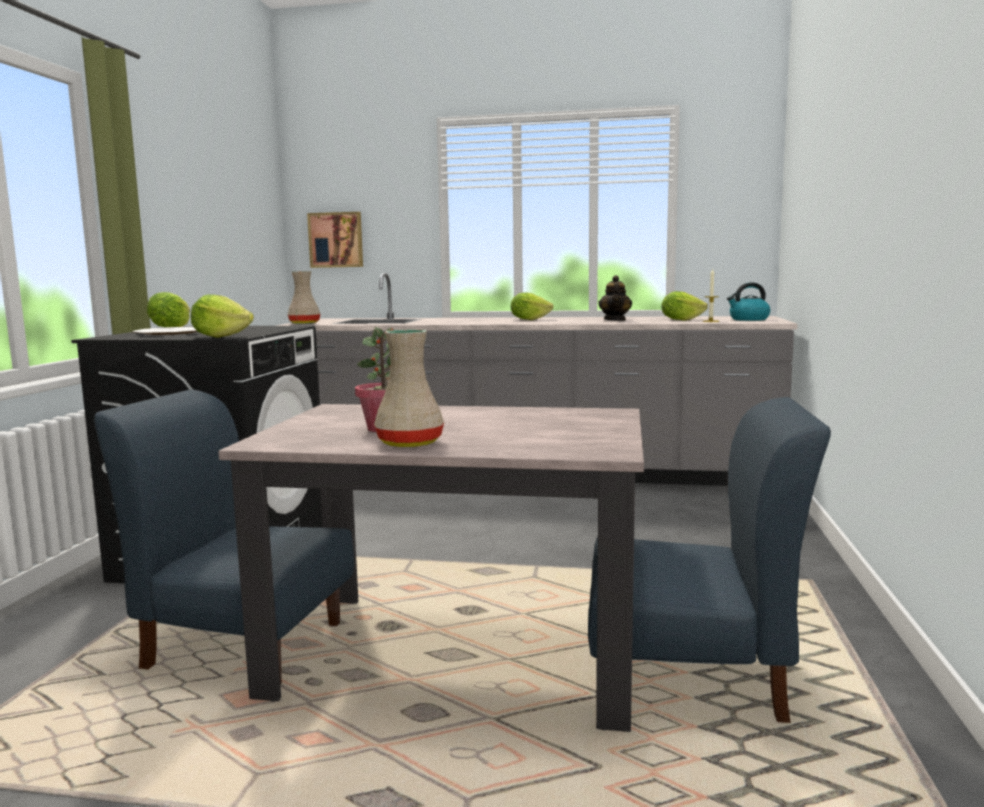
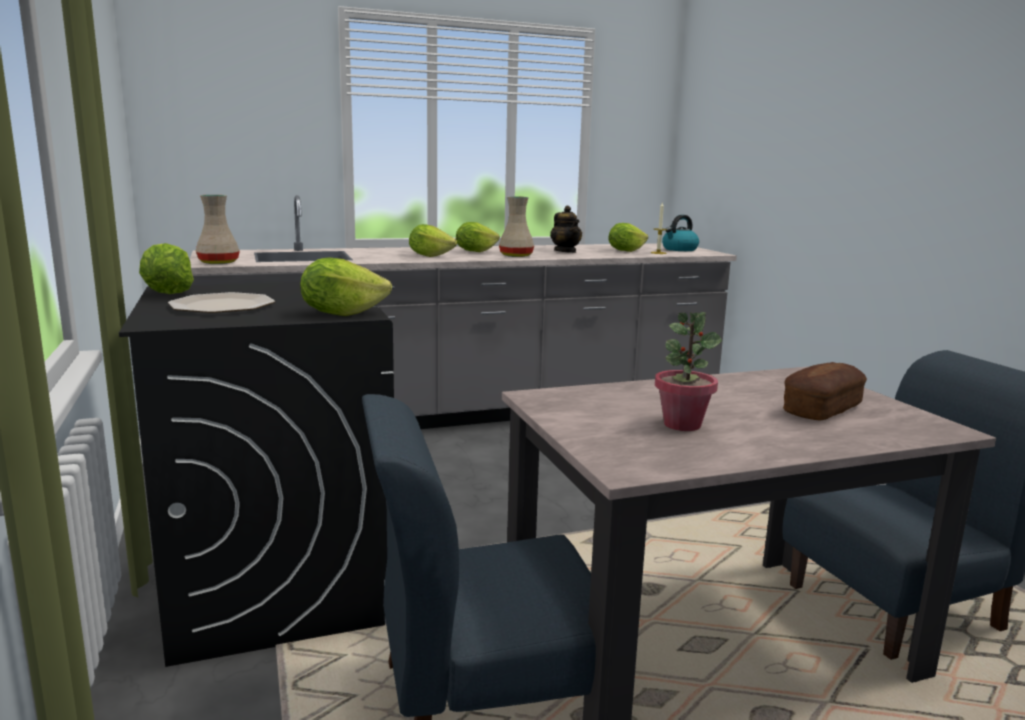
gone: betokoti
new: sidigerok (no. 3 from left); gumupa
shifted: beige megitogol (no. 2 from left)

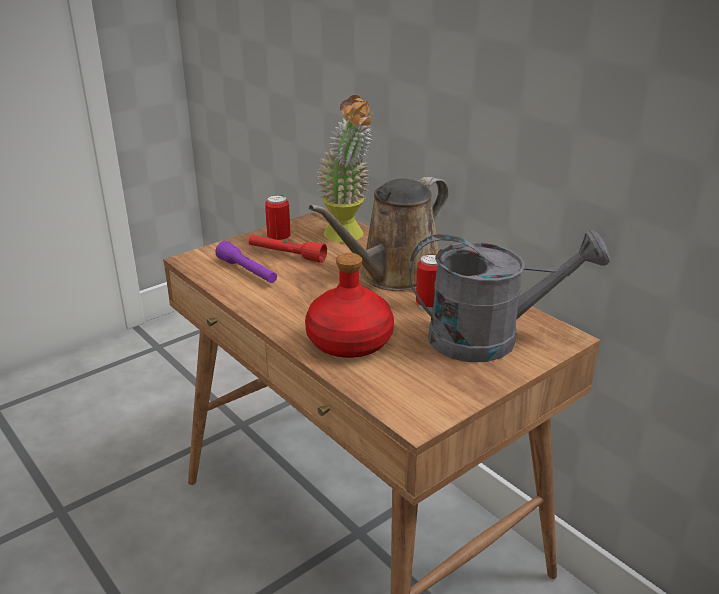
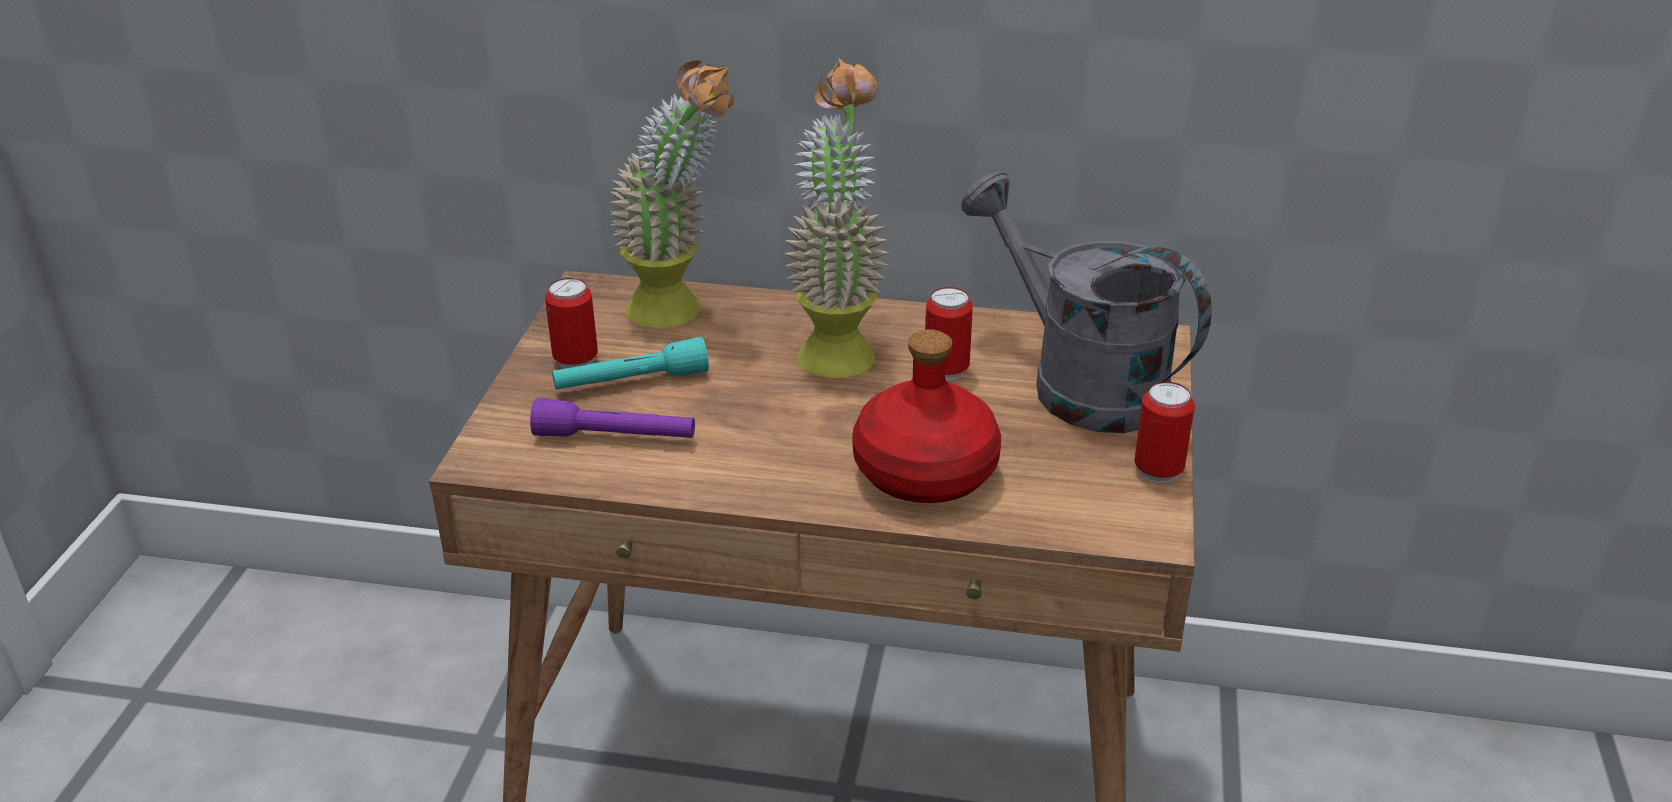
new: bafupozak (no. 3 from left)
swapped: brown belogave to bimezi (no. 2 from left)
repainted: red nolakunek to turquoise nolakunek
rotated: grey belogave 90 degrees counterclockwise

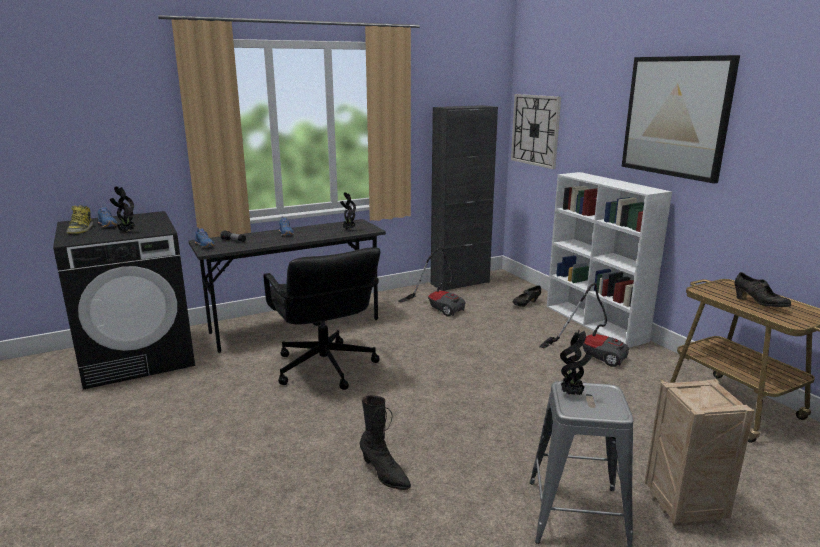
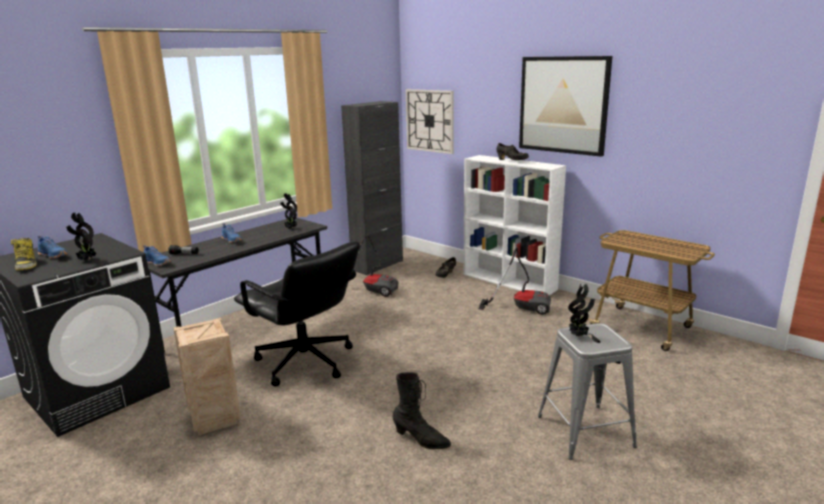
shifted: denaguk; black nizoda (no. 2 from left)

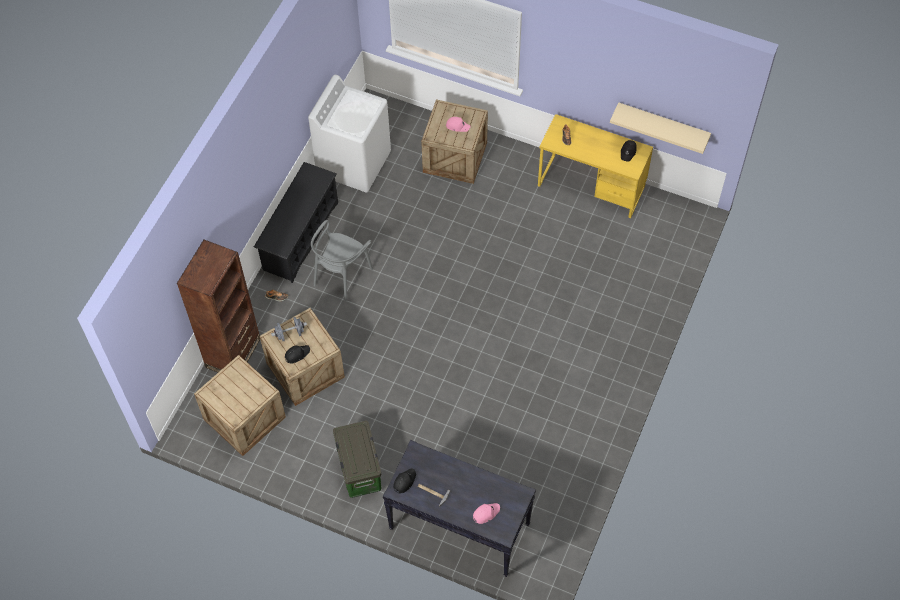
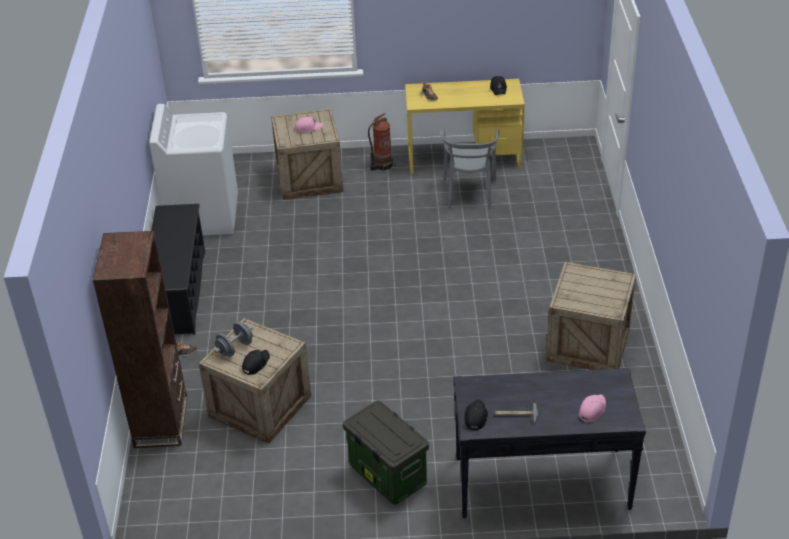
gone: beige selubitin
new: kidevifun
shifted: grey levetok; denaguk (no. 1 from left in the first image) to denaguk (no. 3 from left)

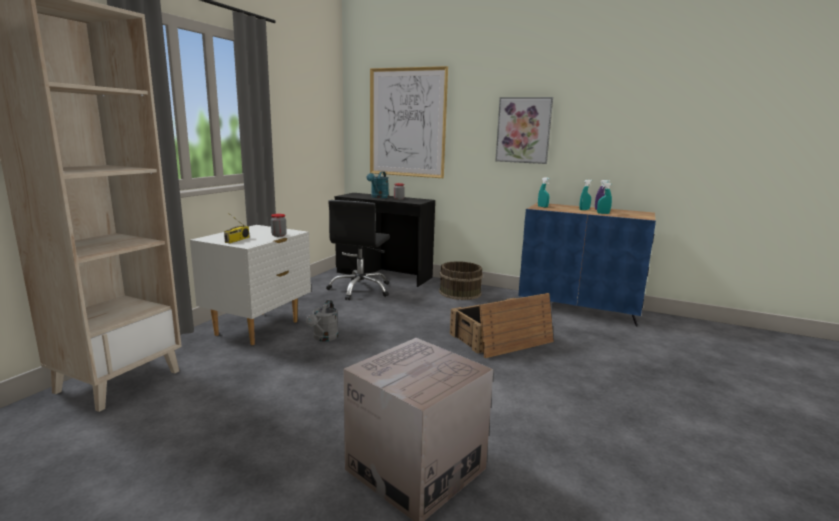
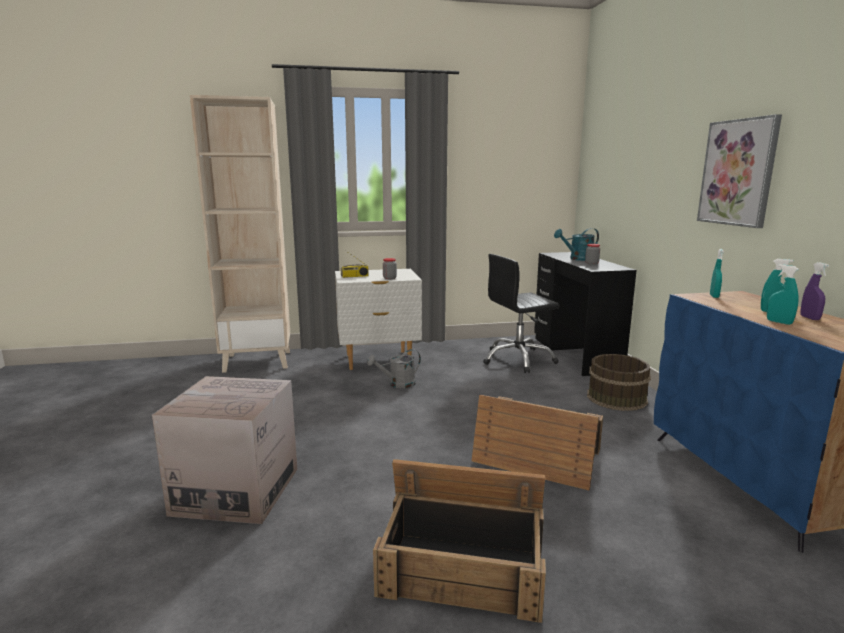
gone: betokoti (no. 1 from left)
new: denaguk (no. 1 from left)

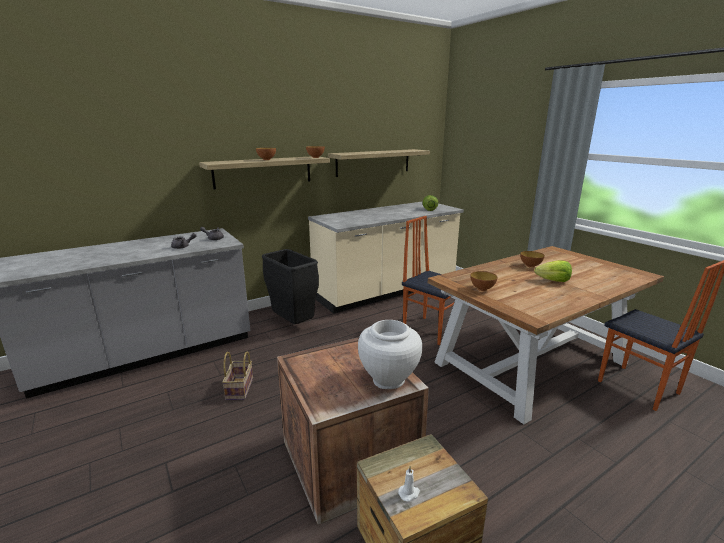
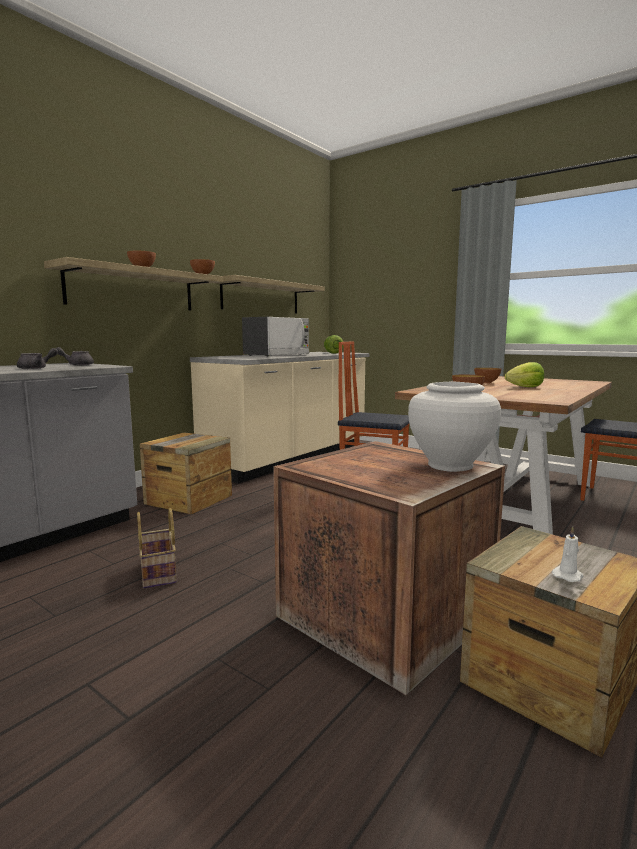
new: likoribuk
swapped: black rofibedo to denaguk (no. 1 from left)

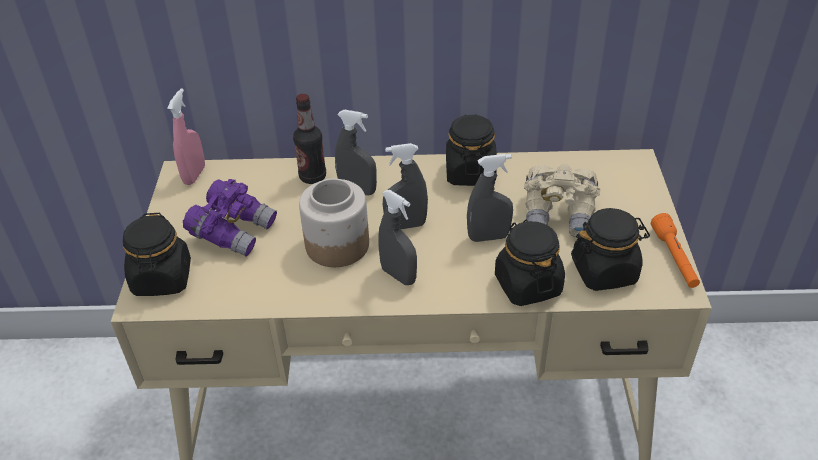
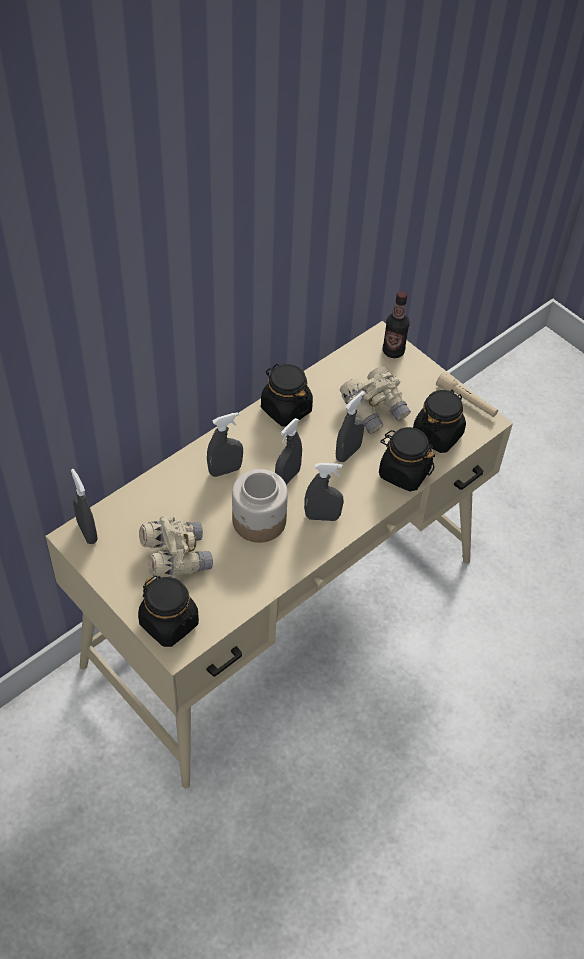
shifted: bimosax
repainted: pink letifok to grey letifok (no. 1 from left); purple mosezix to beige mosezix (no. 1 from left); orange nolakunek to beige nolakunek

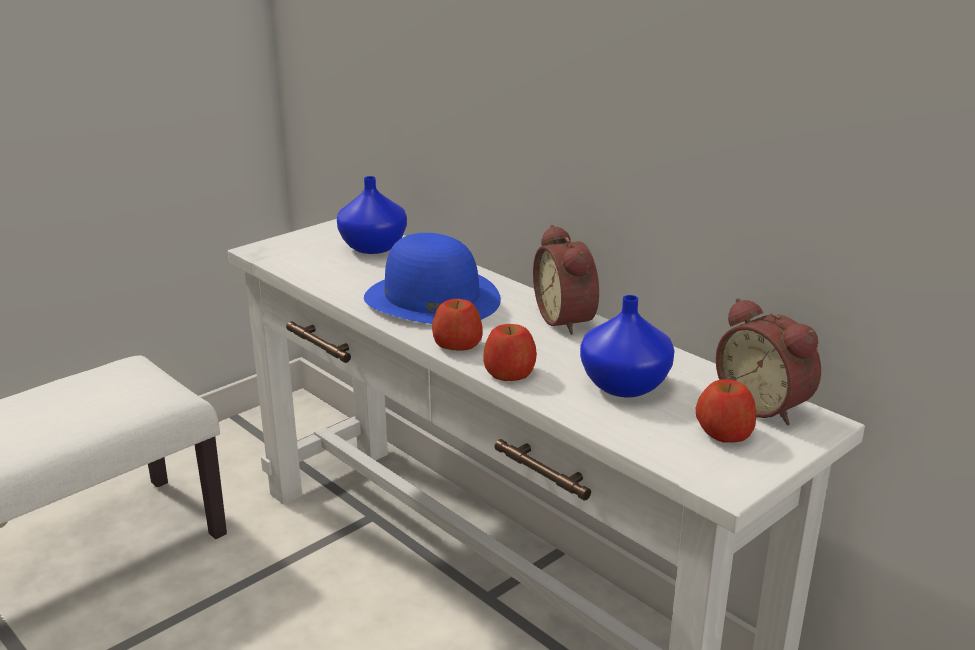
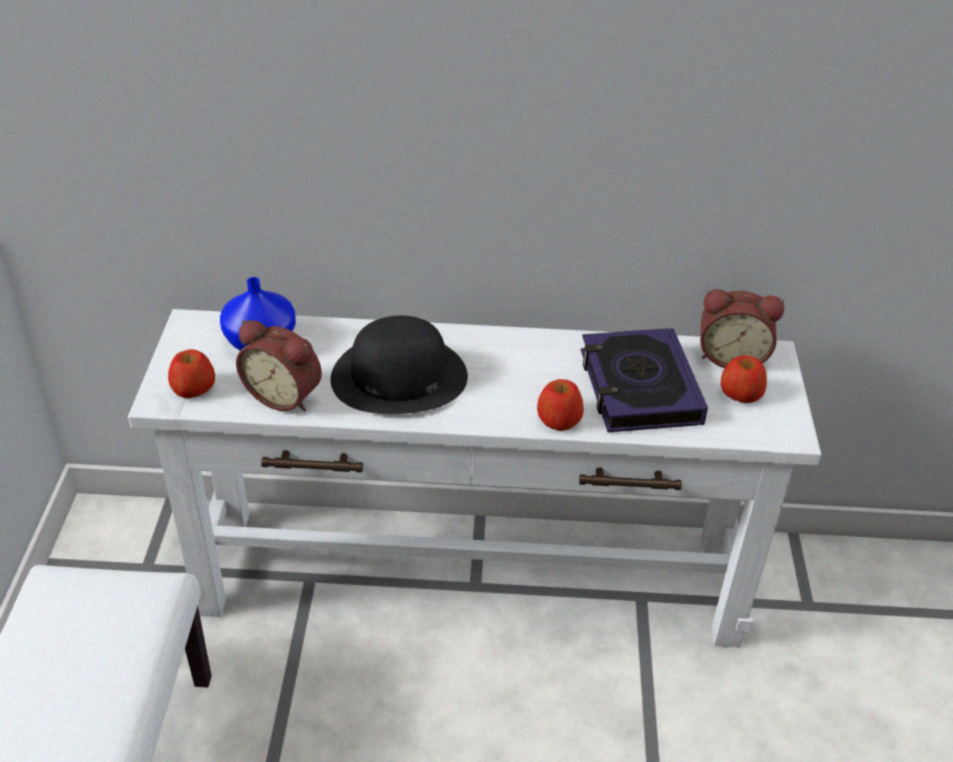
shifted: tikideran (no. 1 from left); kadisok (no. 1 from left)
swapped: blue megitogol (no. 2 from left) to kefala
repainted: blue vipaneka to black vipaneka

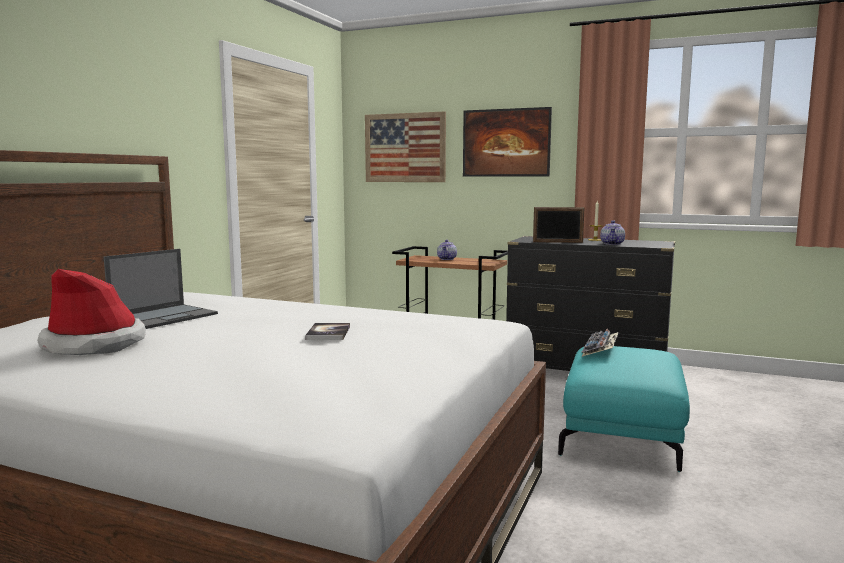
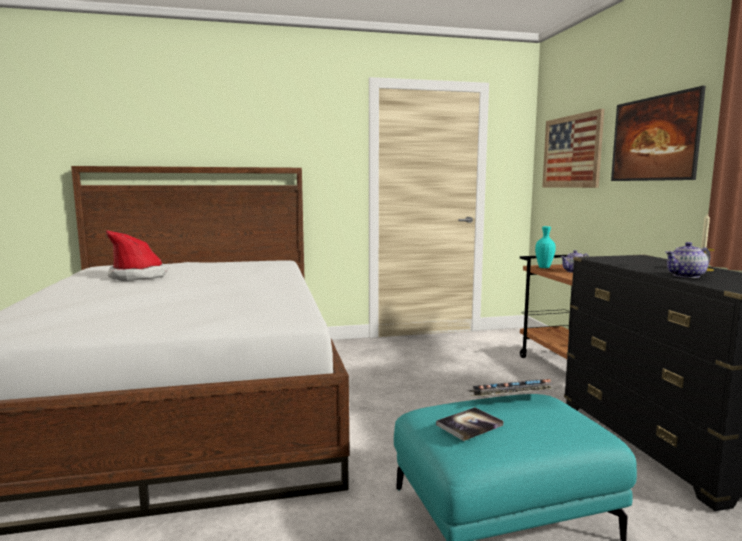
gone: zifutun; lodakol
new: turquoise megitogol
shifted: kefala

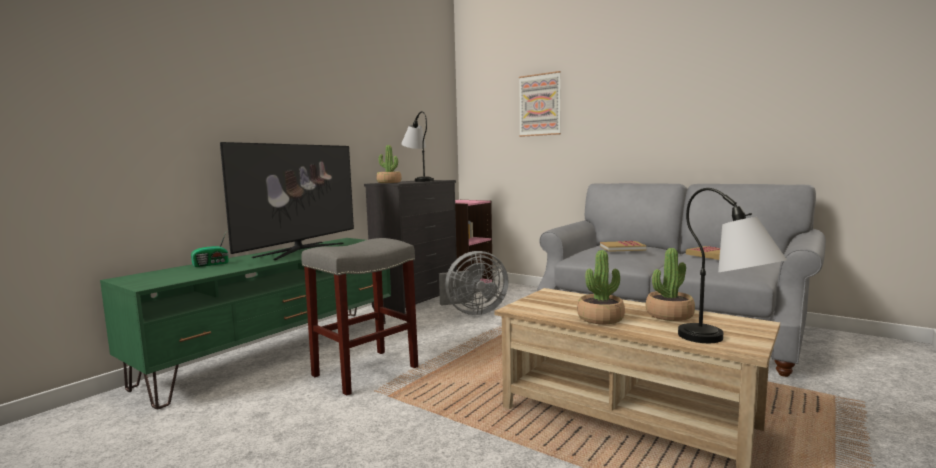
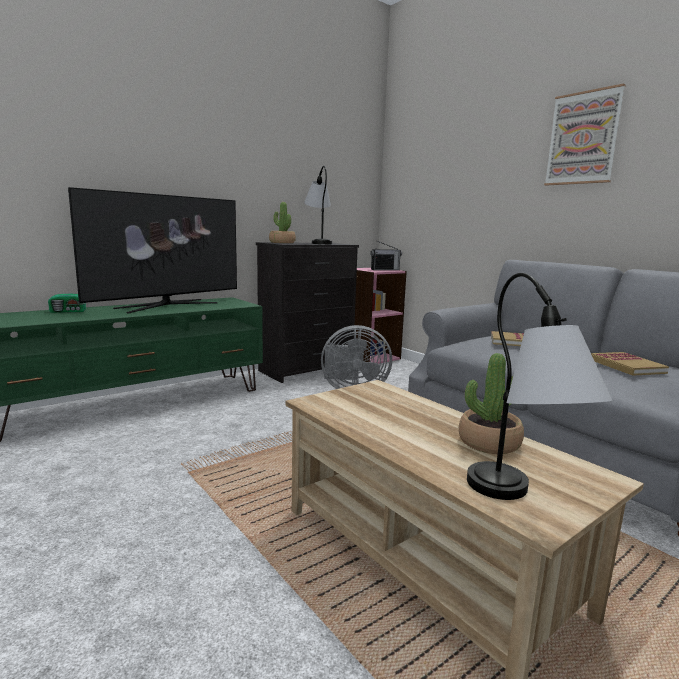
gone: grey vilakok; bimezi (no. 2 from left)
new: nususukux (no. 2 from left)
shifted: betokoti

